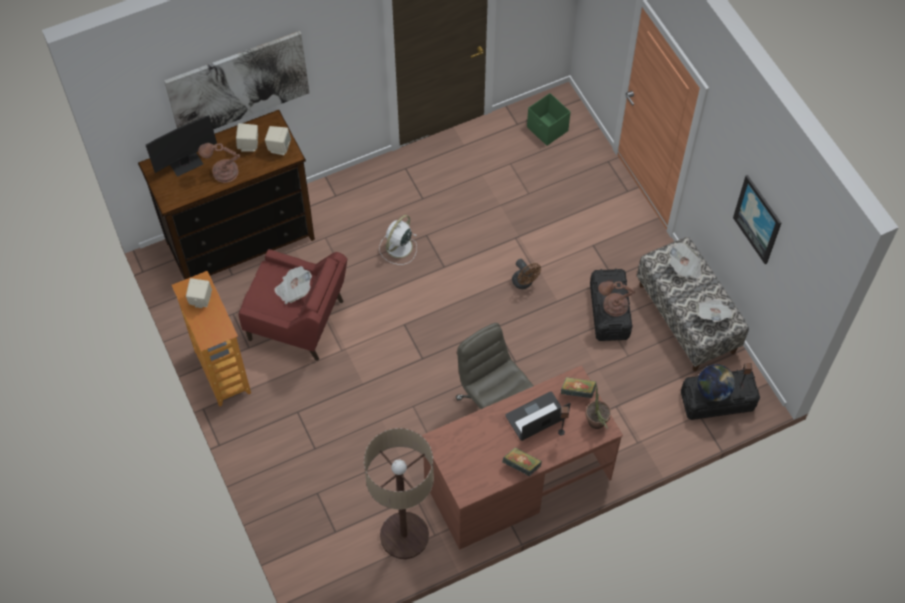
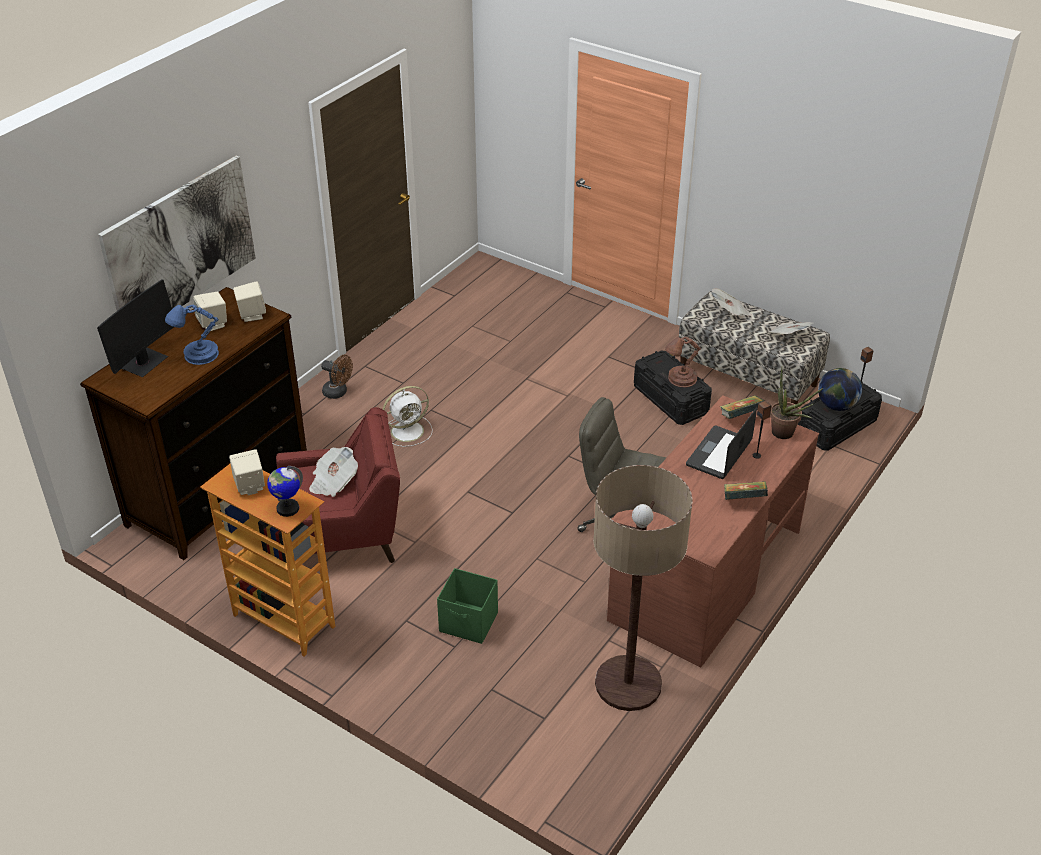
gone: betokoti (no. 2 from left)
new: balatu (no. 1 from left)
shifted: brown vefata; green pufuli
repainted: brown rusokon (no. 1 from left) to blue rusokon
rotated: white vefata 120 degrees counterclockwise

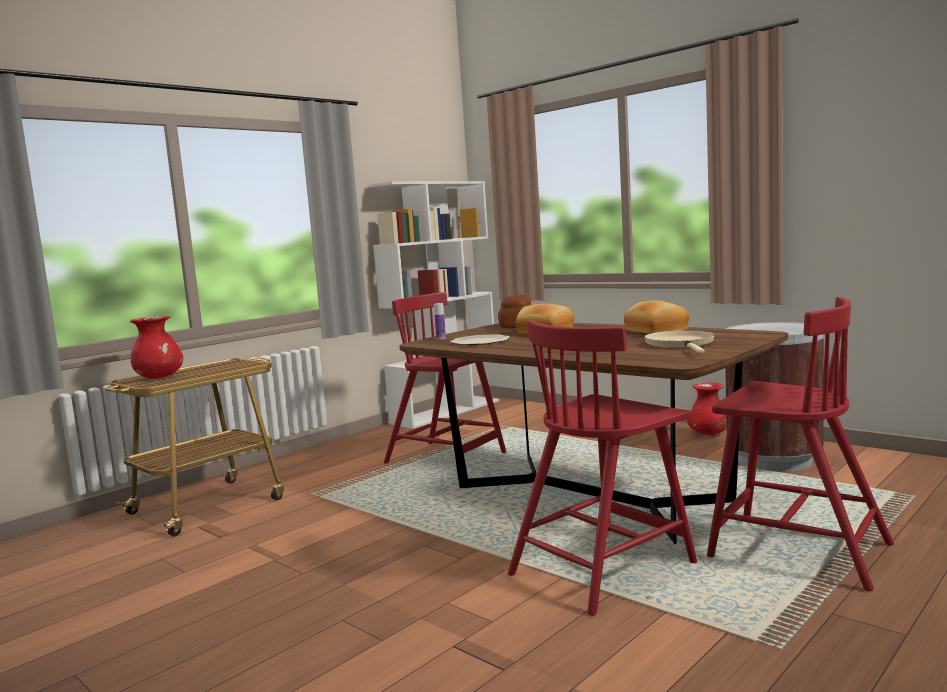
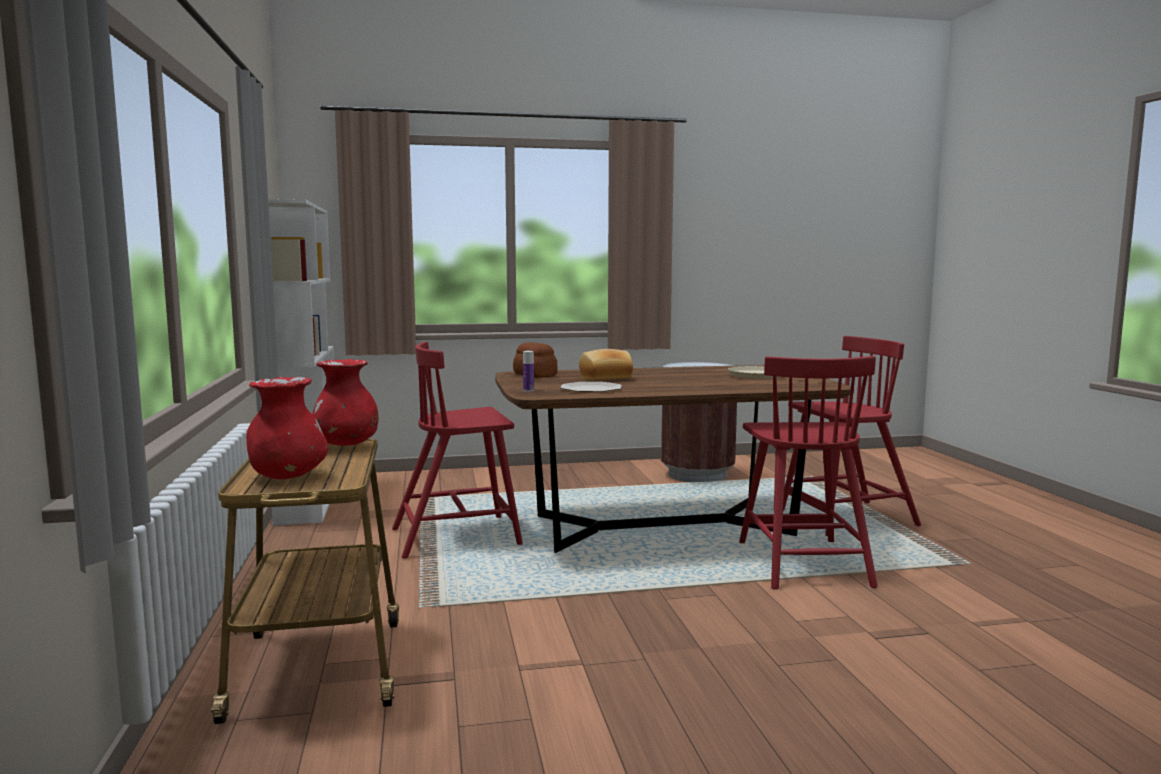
gone: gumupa (no. 3 from left)
shifted: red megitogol (no. 2 from left)

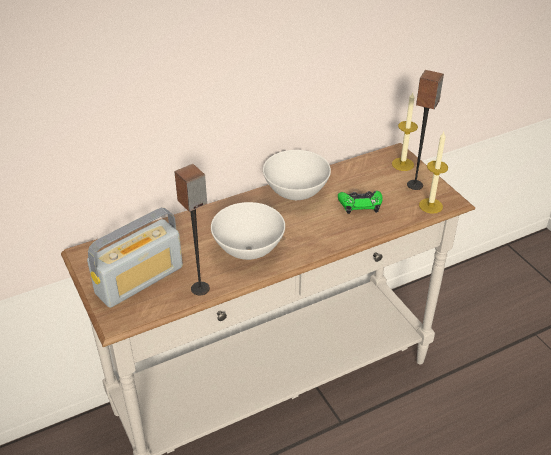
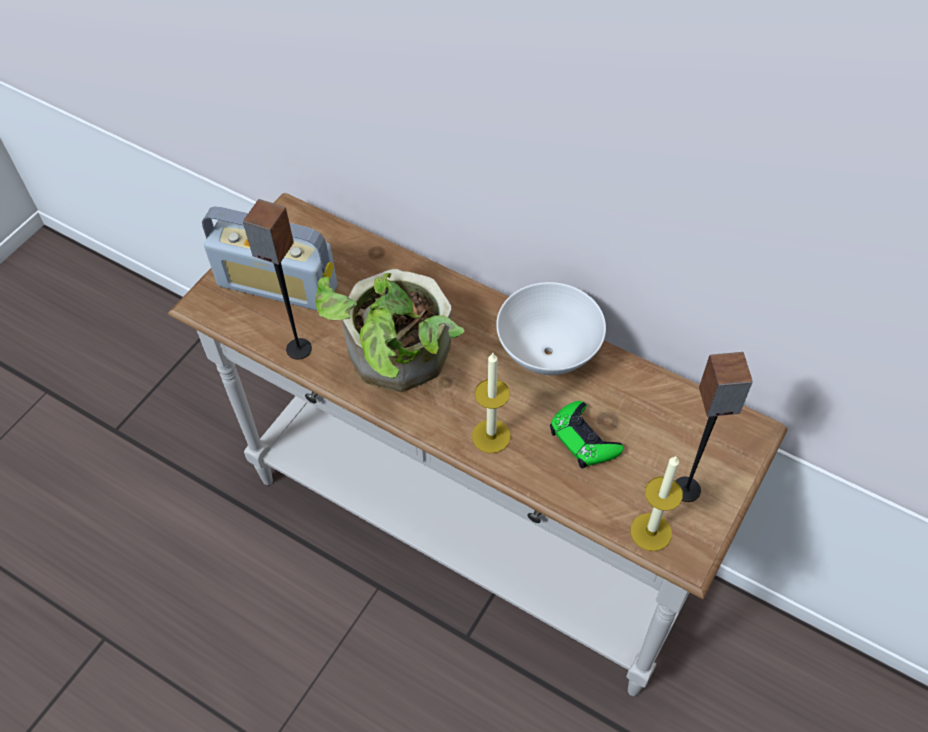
shifted: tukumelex (no. 1 from left)
swapped: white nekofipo (no. 1 from left) to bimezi

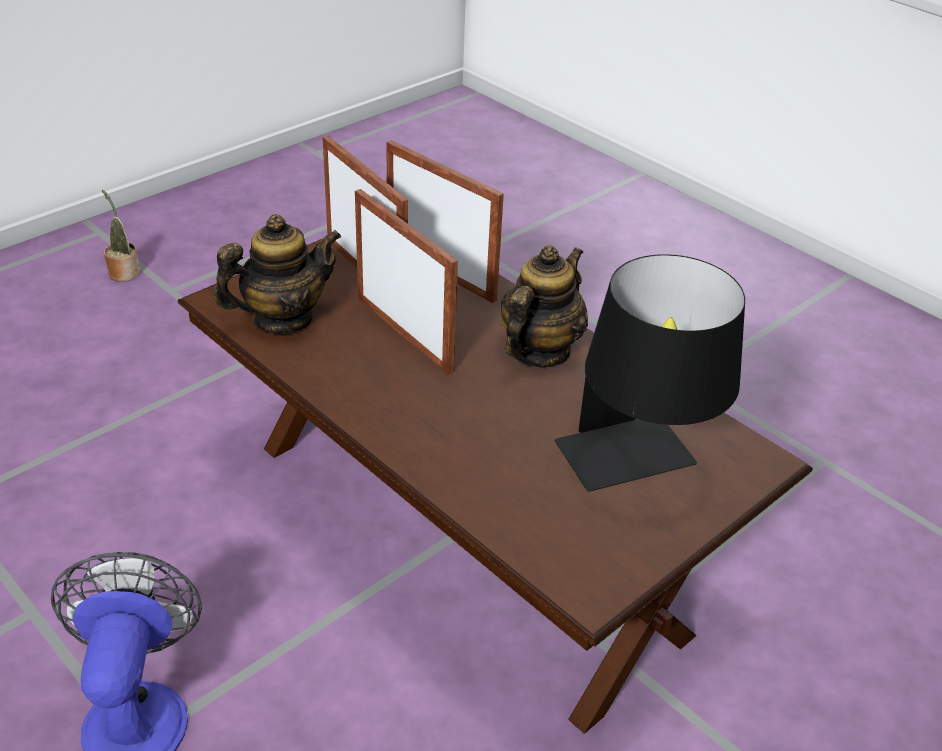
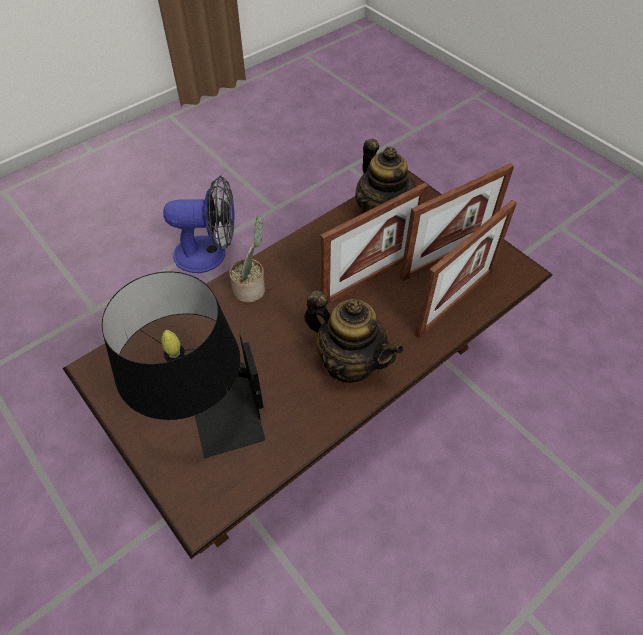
shifted: bimezi

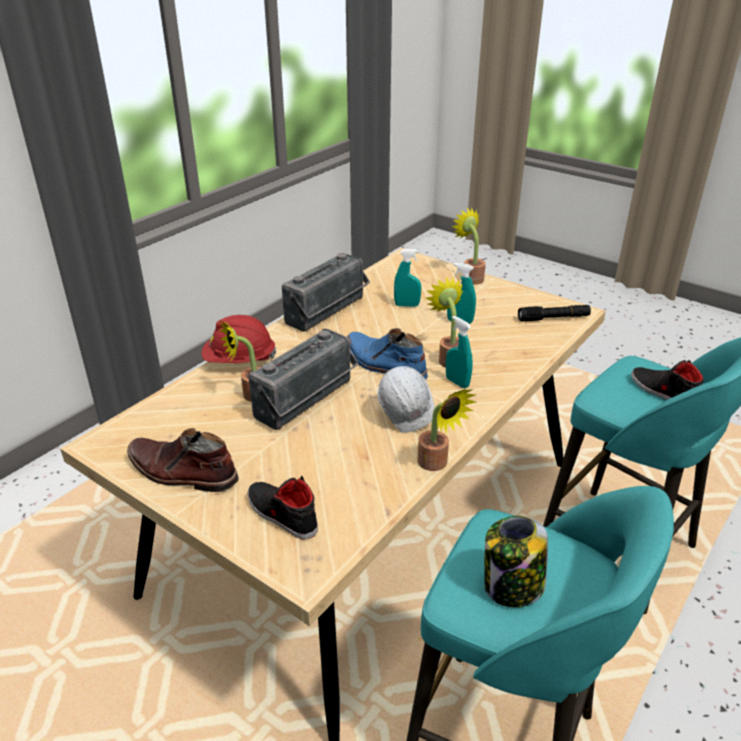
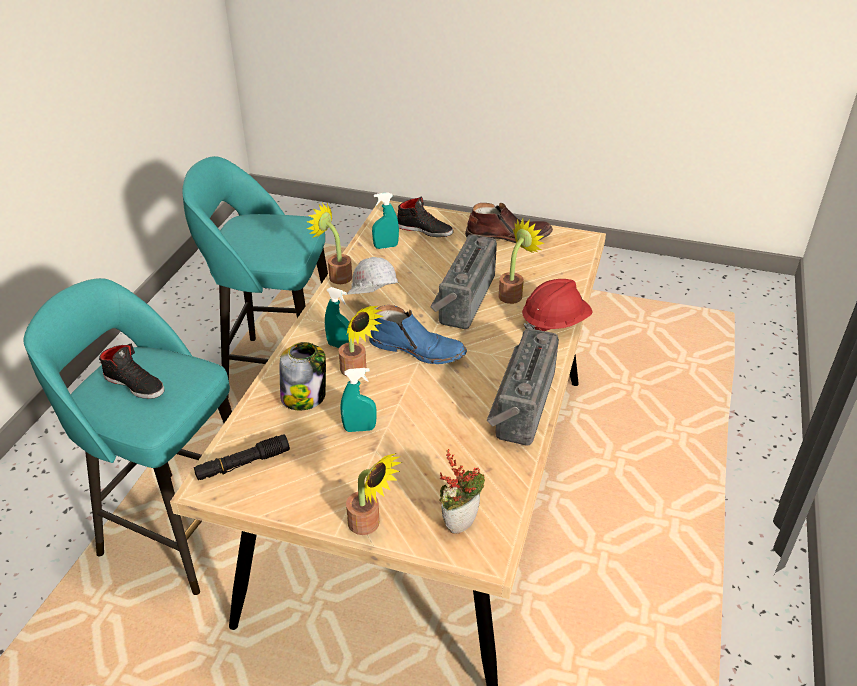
new: bimezi (no. 4 from left)
shifted: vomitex; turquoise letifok (no. 1 from left in the first image) to turquoise letifok (no. 3 from left)

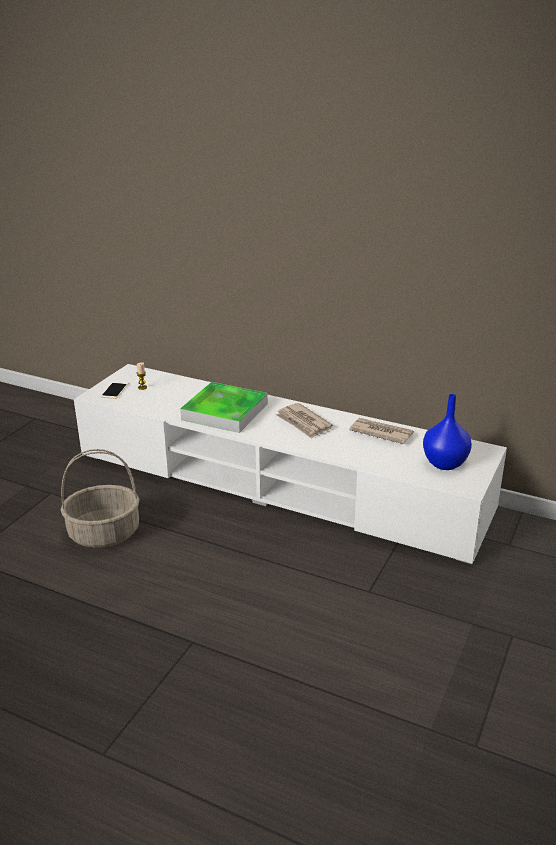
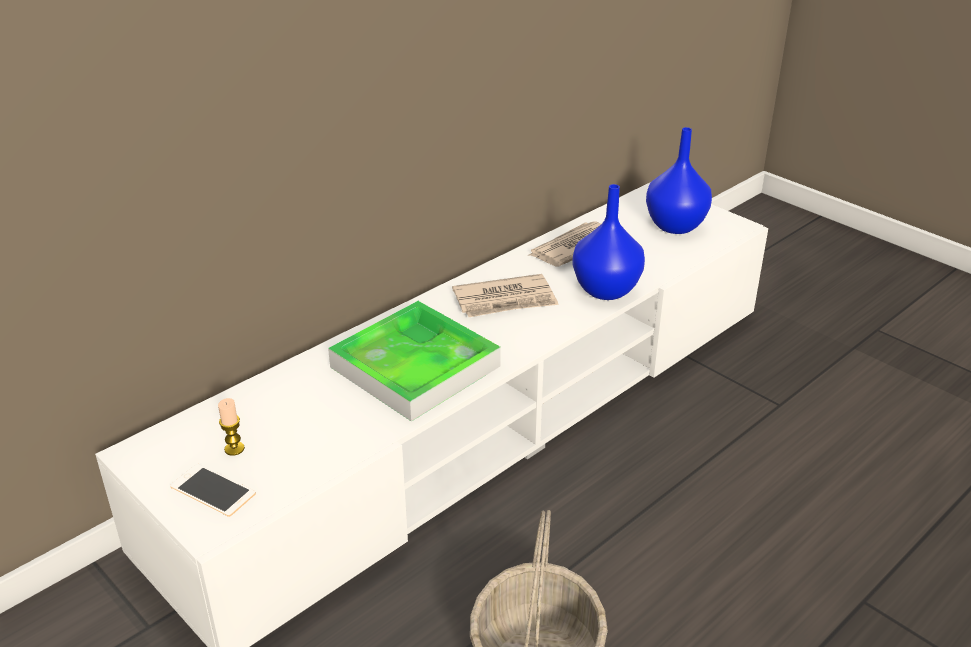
new: blue megitogol (no. 1 from left)

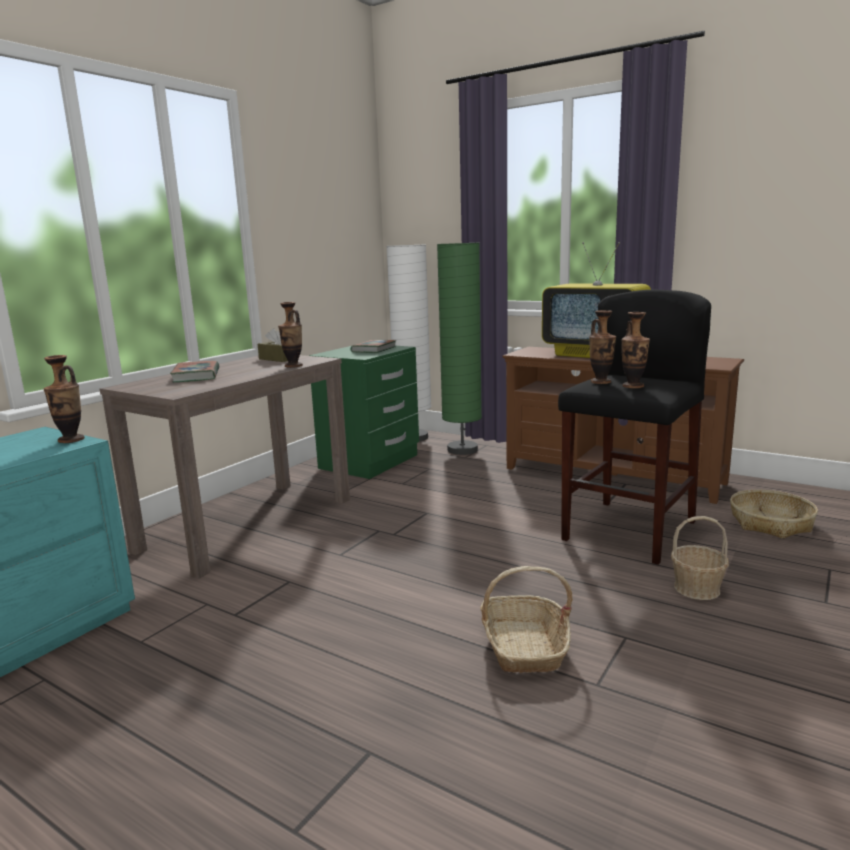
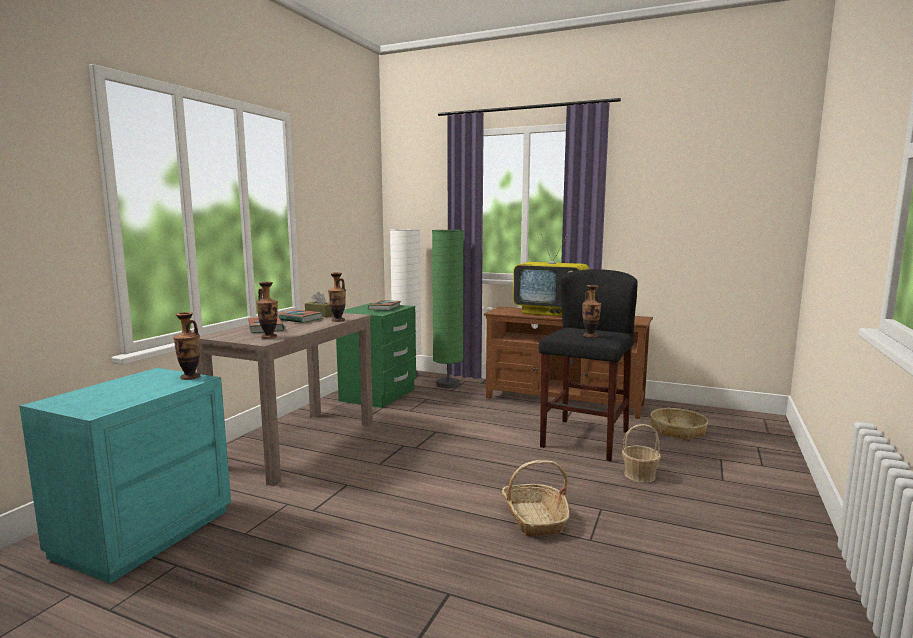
new: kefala (no. 2 from left)
shifted: megitogol (no. 3 from left in the first image) to megitogol (no. 2 from left)

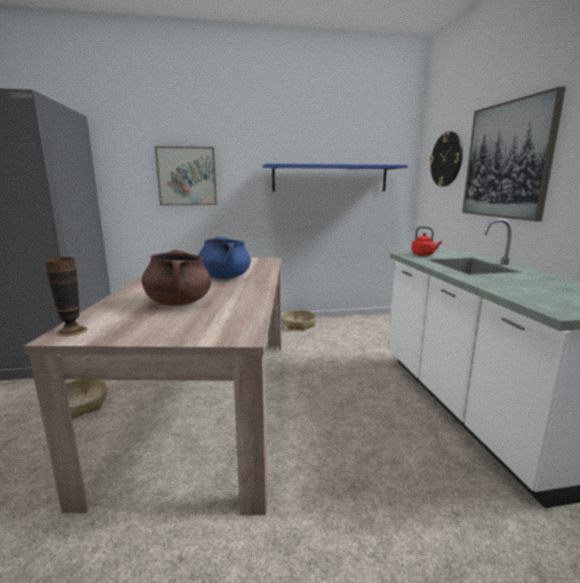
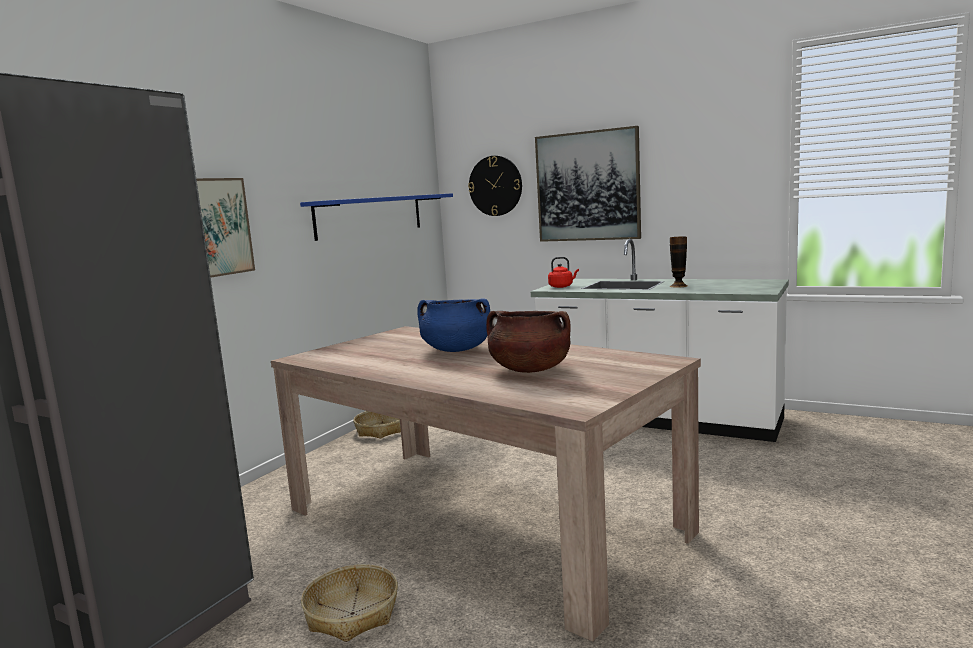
shifted: megitogol

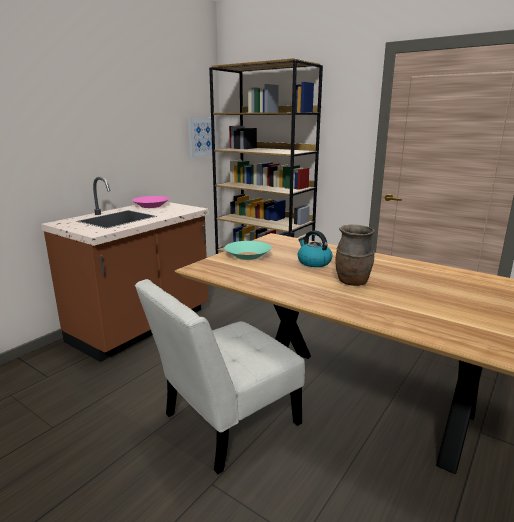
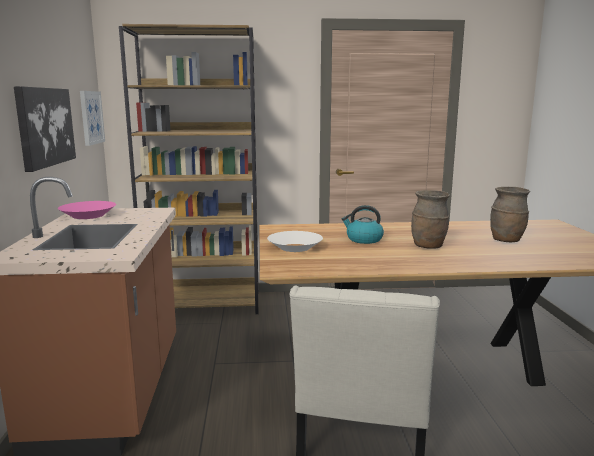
new: betokoti (no. 1 from left); brown megitogol (no. 2 from left)
repainted: turquoise nekofipo to white nekofipo

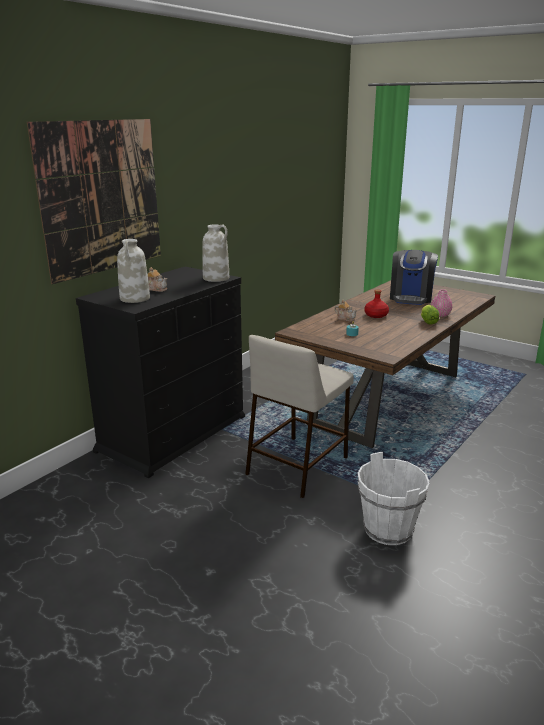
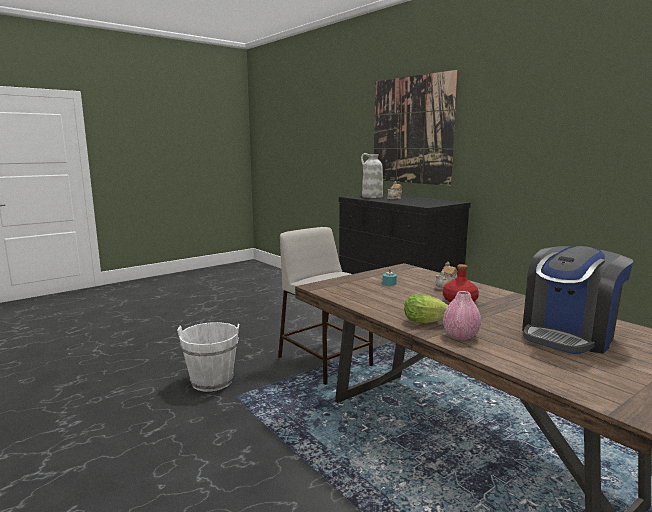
gone: white megitogol (no. 2 from left)
rotated: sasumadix 75 degrees counterclockwise

